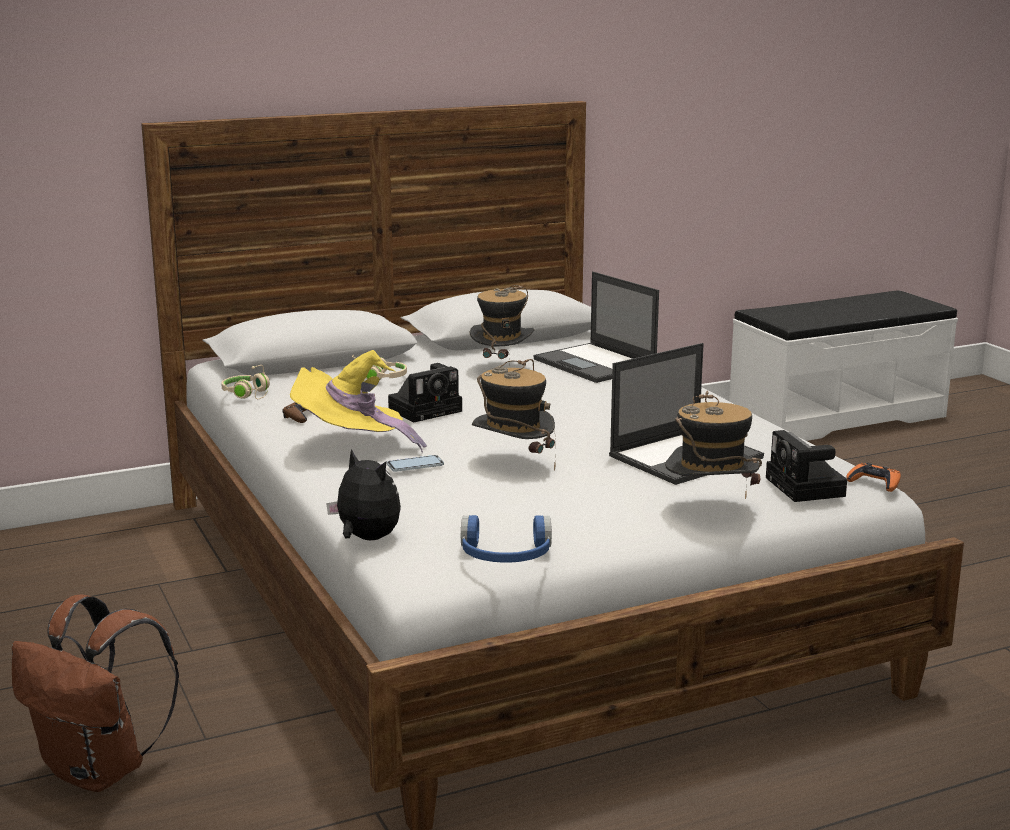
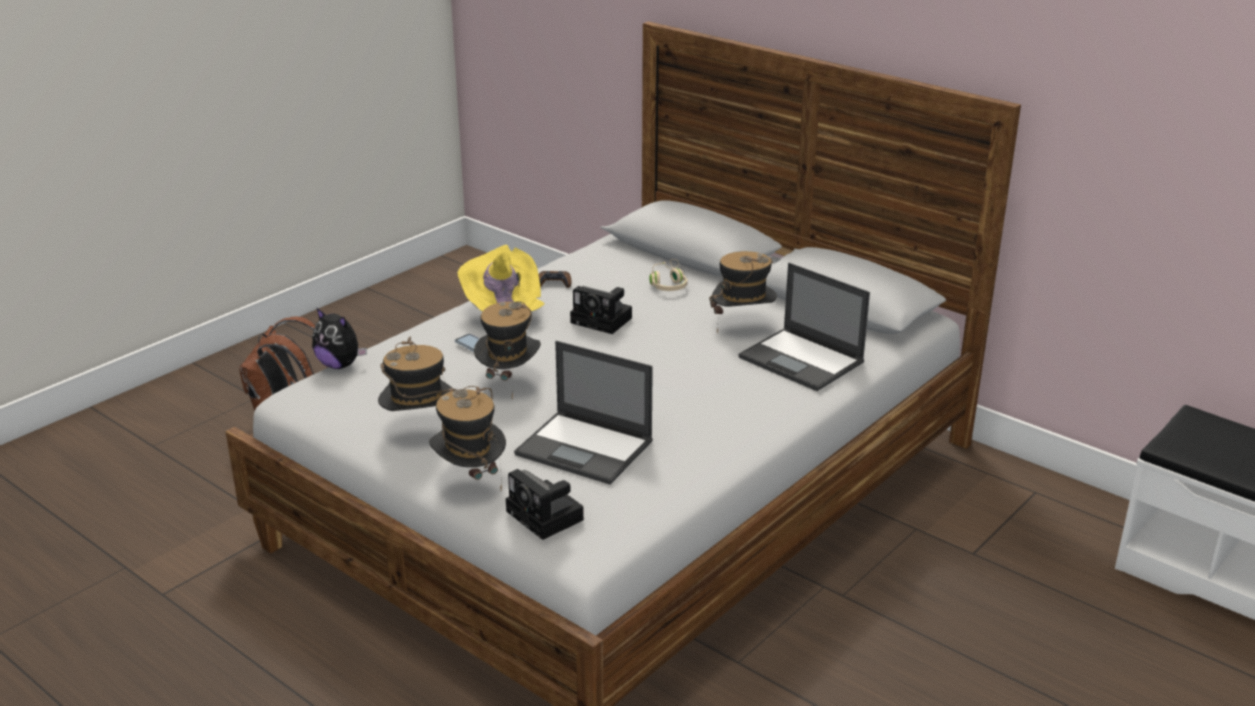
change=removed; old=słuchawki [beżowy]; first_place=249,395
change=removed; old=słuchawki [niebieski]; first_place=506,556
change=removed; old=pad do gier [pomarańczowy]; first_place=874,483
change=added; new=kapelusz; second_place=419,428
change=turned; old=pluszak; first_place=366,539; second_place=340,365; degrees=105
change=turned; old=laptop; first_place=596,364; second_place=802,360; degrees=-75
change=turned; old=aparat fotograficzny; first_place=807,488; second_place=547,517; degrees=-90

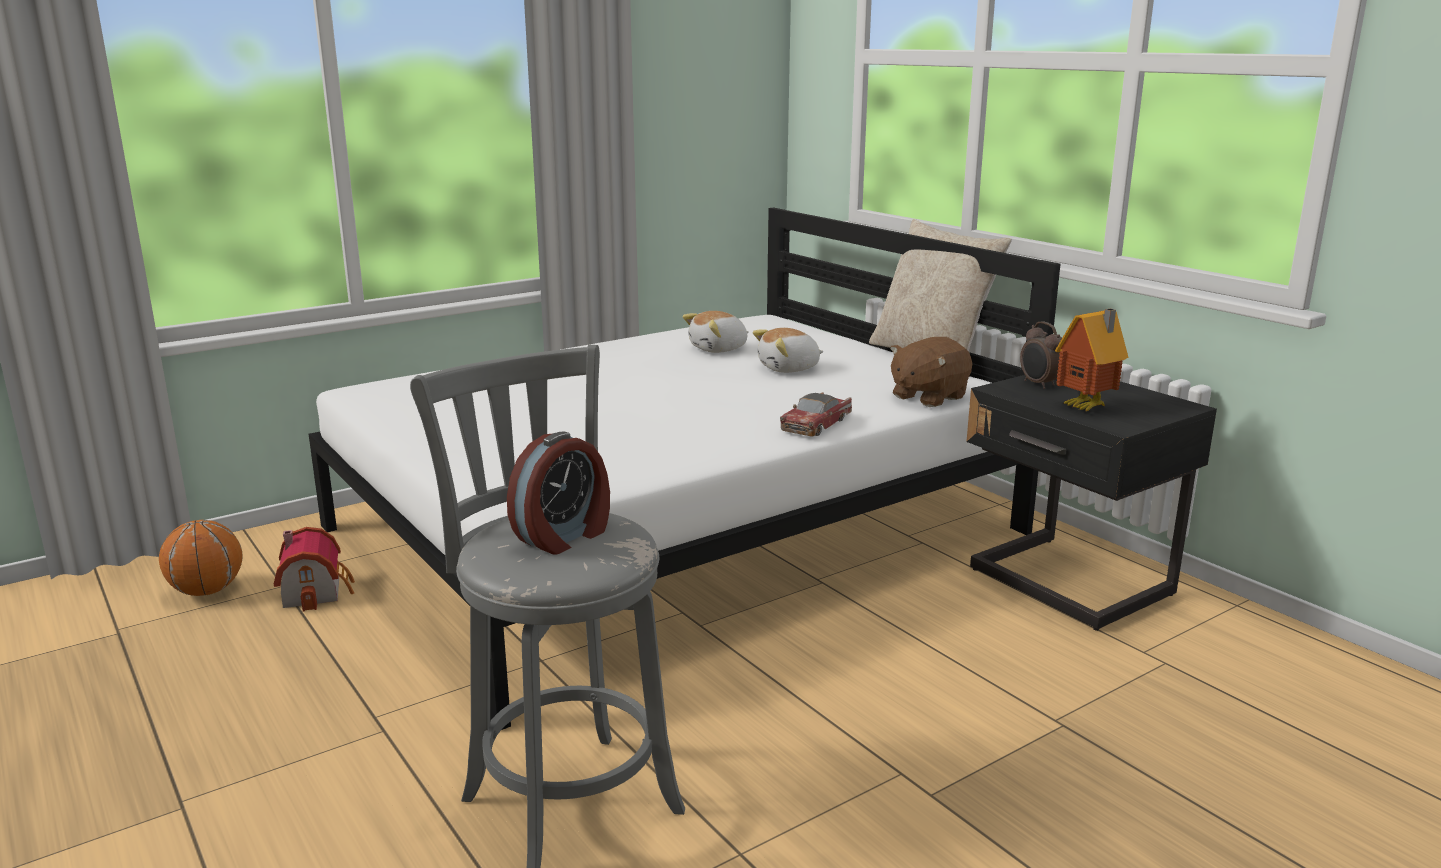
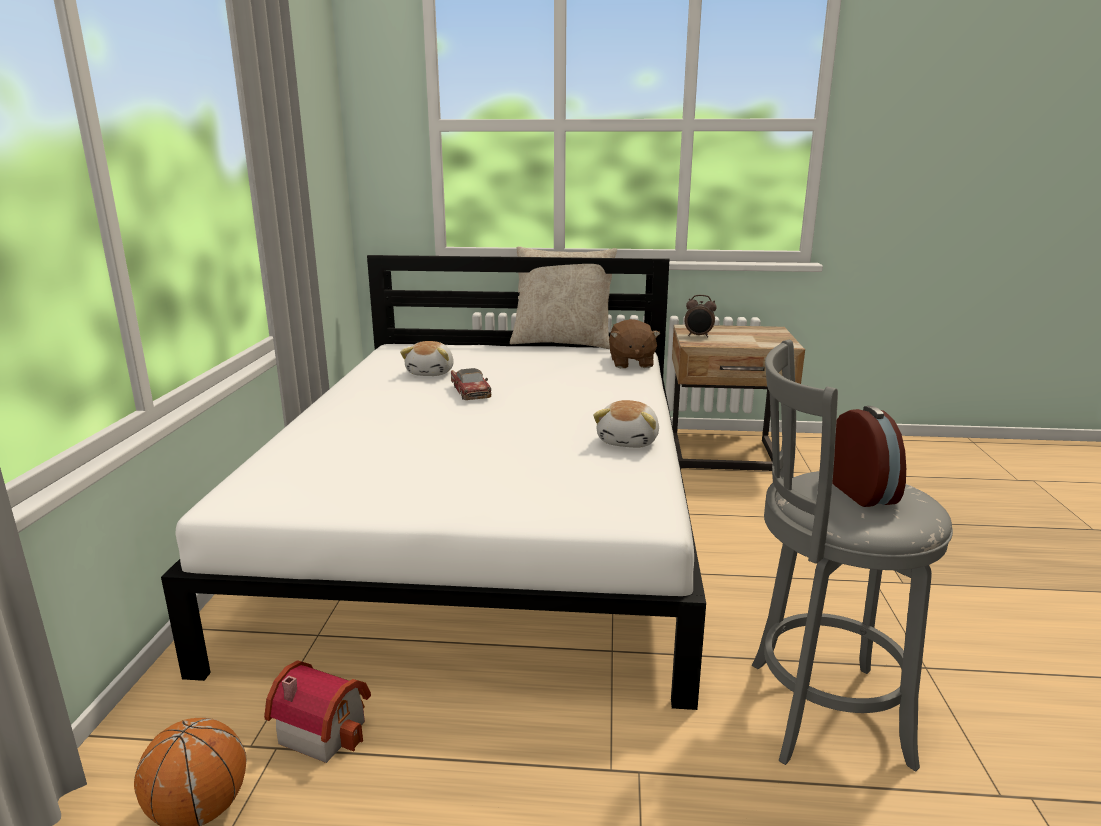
change=removed; old=domek; first_place=1087,408
change=moved; old=pluszak; first_place=789,368; second_place=629,441
change=moved; old=samochodzik; first_place=816,424; second_place=470,391
change=recoloured; old=szafka nocna [czarny]; new=szafka nocna [beżowy]; first_place=1067,584; second_place=725,457

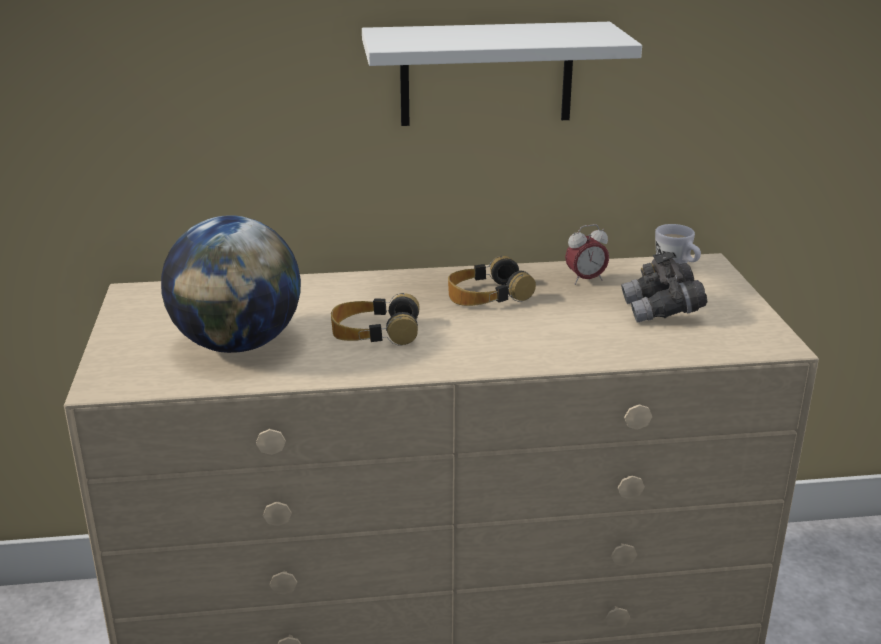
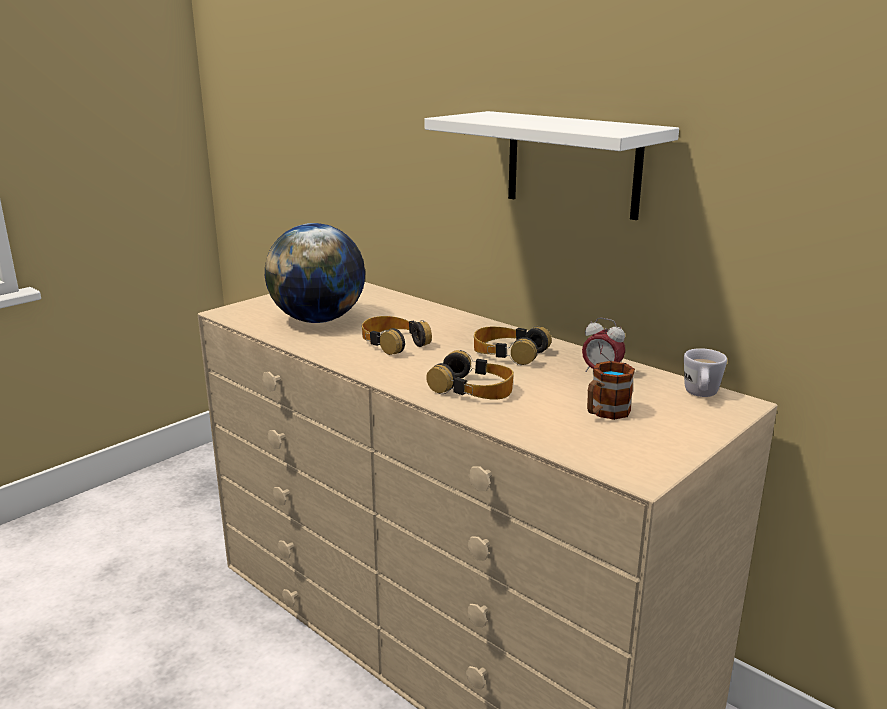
change=added; new=słuchawki; second_place=473,388
change=replaced; old=lornetka [szary]; new=kubek; first_place=662,311; second_place=605,413

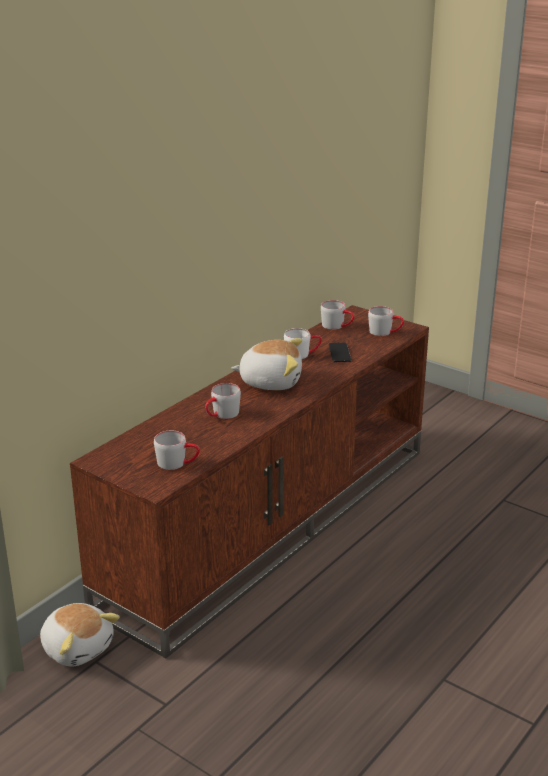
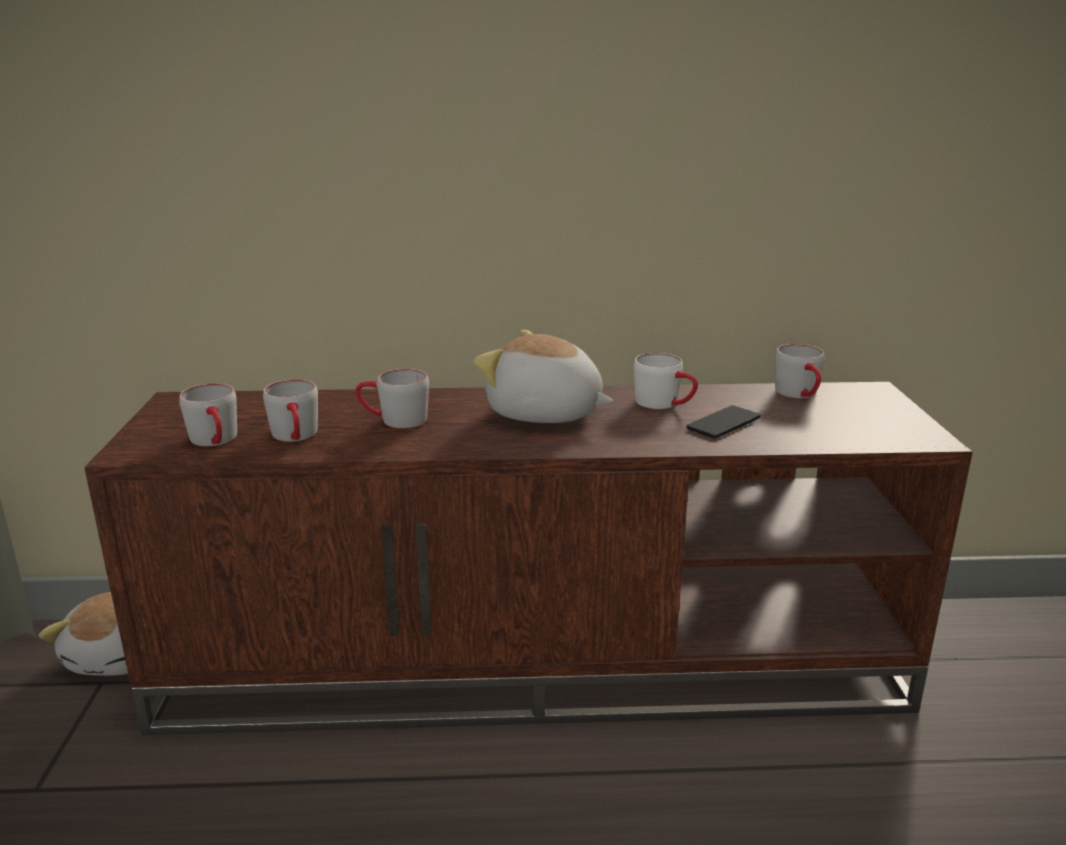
change=moved; old=kubek [szary]; first_place=385,332; second_place=296,437
change=turned; old=pluszak; first_place=270,381; second_place=544,414; degrees=150

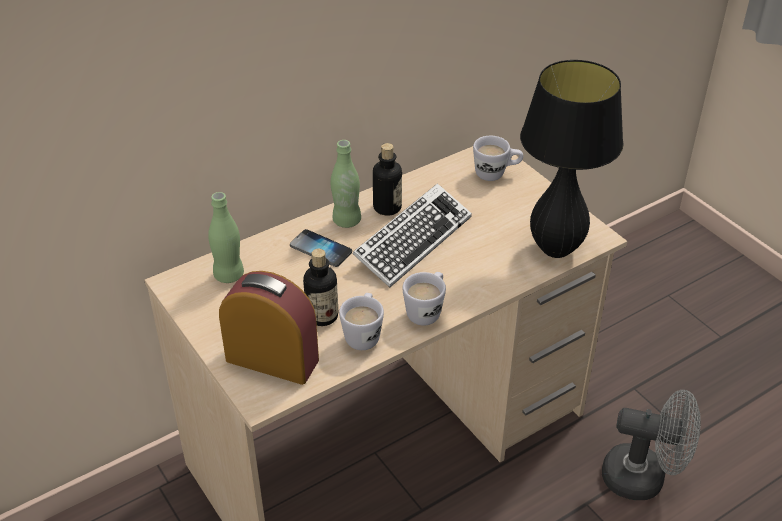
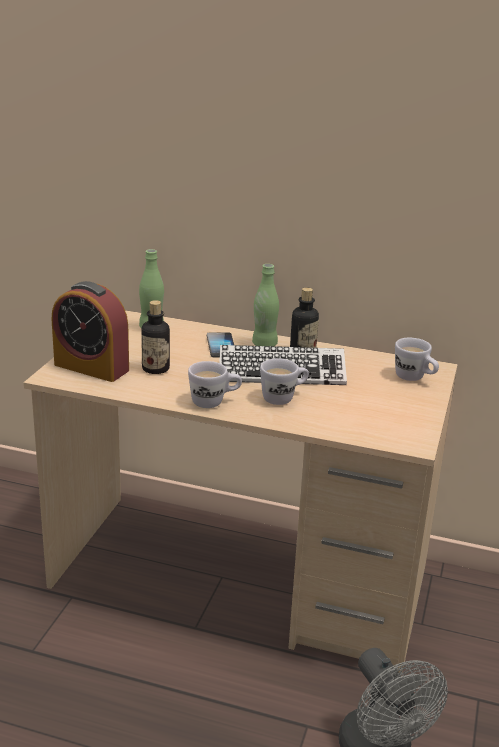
change=removed; old=lampa stołowa [czarny]; first_place=556,249
change=moved; old=kubek [biały]; first_place=363,334; second_place=283,398
change=turned; old=budzik; first_place=272,360; second_place=91,367; degrees=135

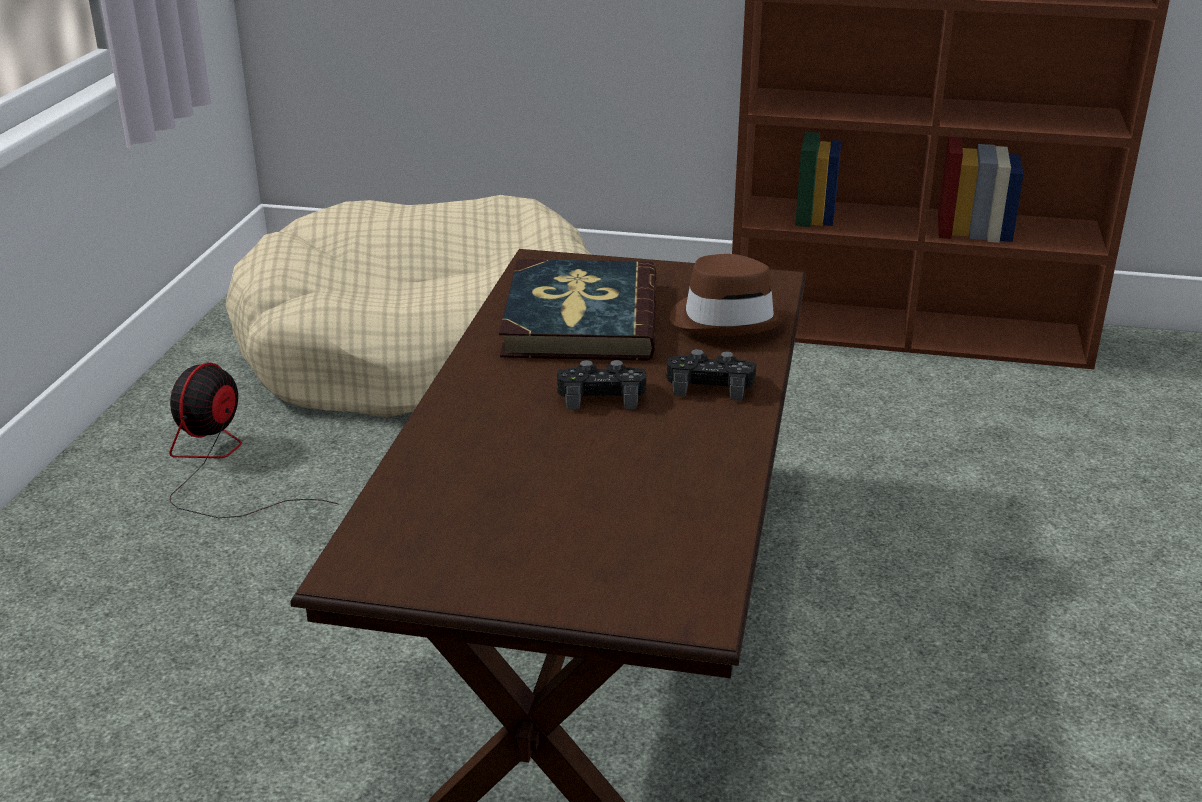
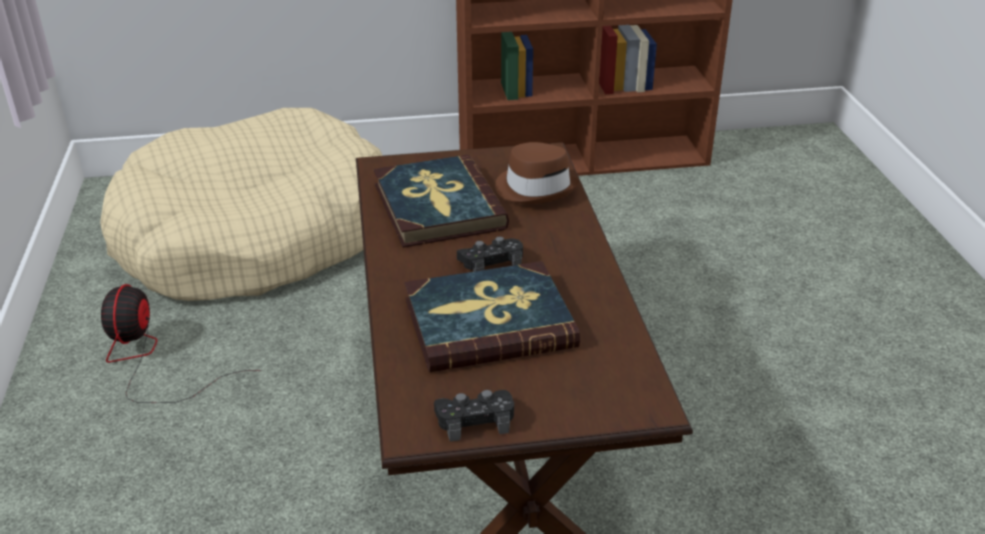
change=added; new=książka; second_place=488,322
change=moved; old=pad do gier [czarny]; first_place=710,385; second_place=475,420

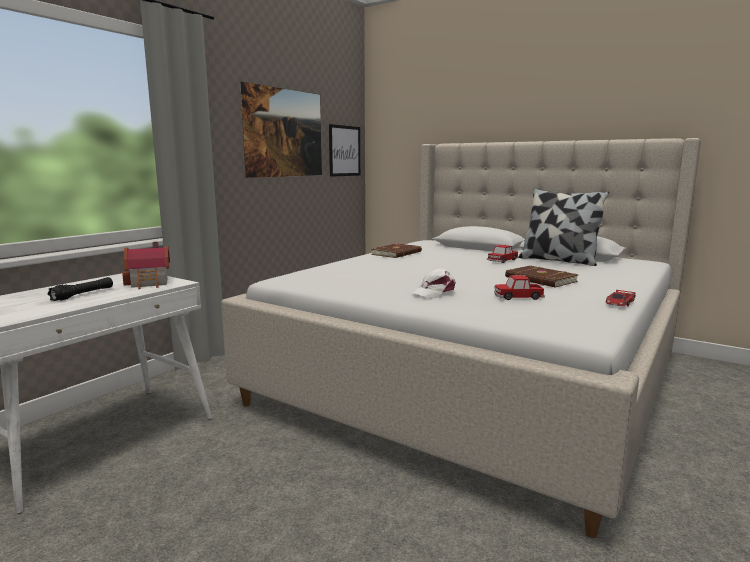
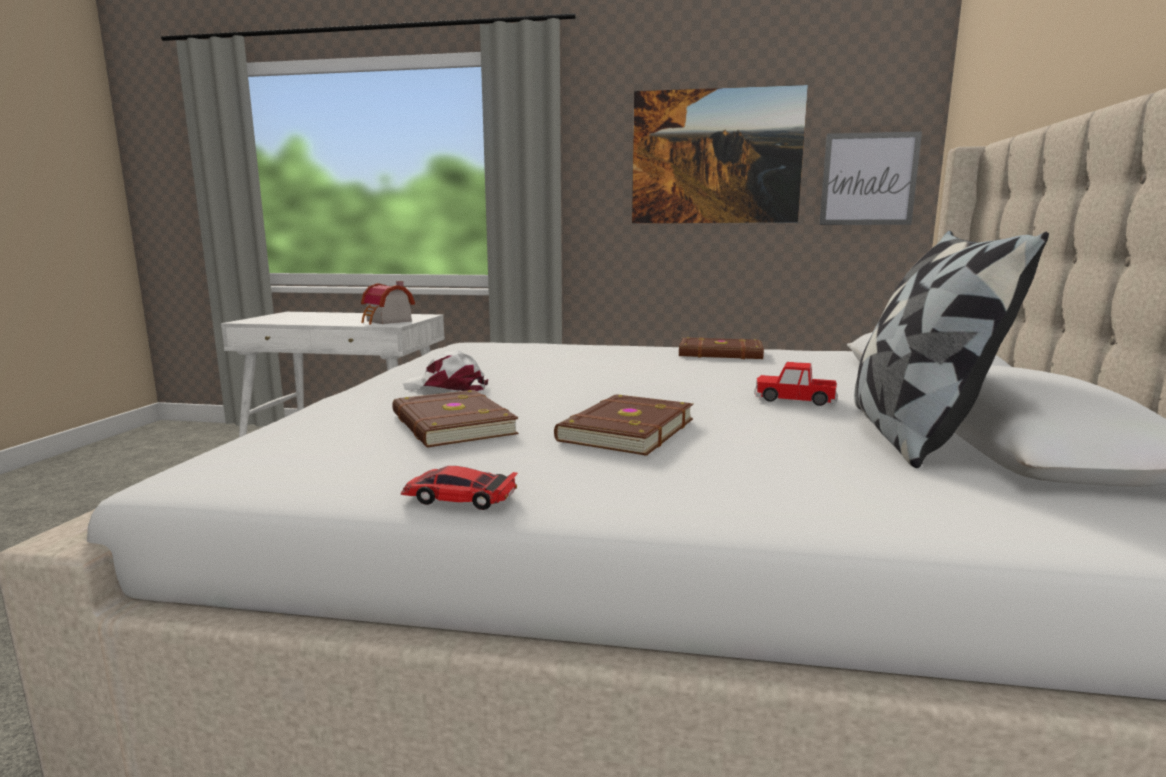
change=removed; old=latarka [czarny]; first_place=83,294
change=replaced; old=samochodzik; new=książka [brązowy]; first_place=518,297; second_place=450,425

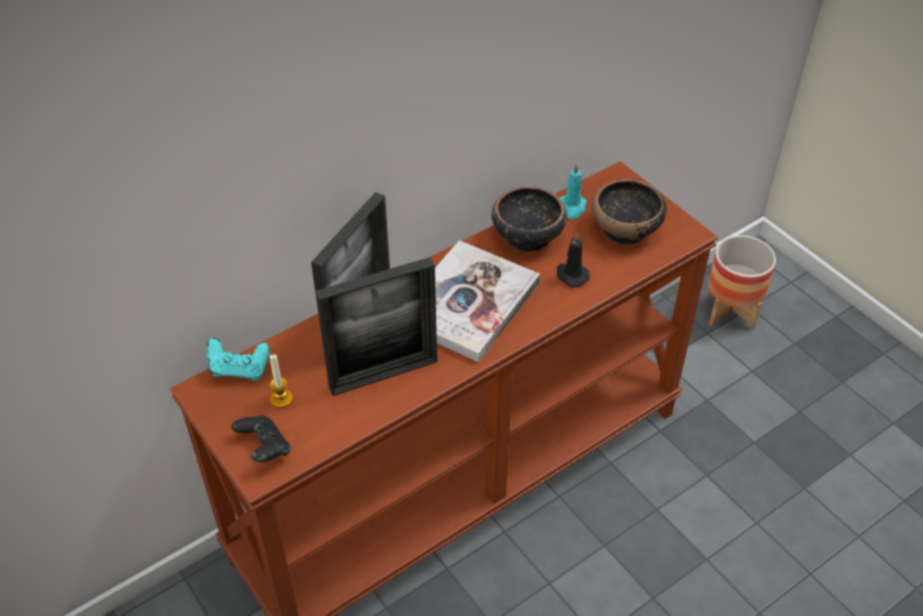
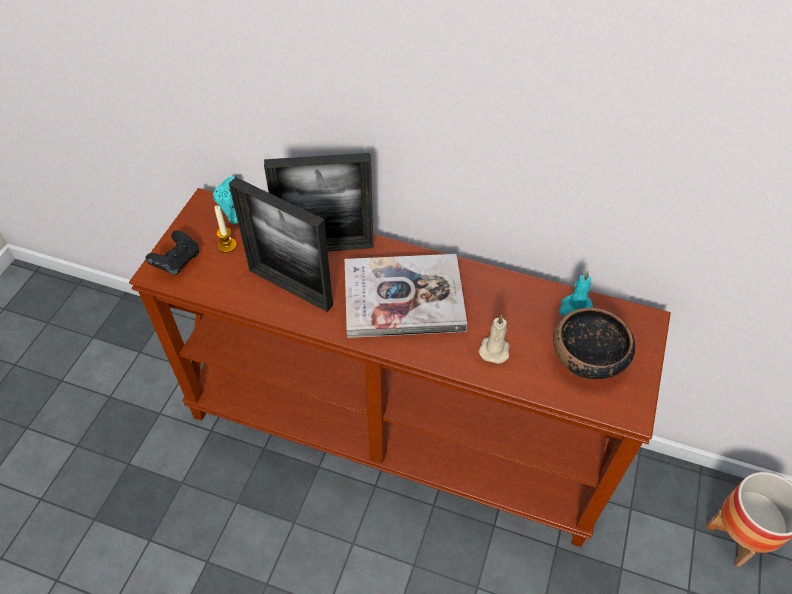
change=removed; old=miska; first_place=527,236
change=recoloured; old=świeca [czarny]; new=świeca [beżowy]; first_place=571,275; second_place=494,348

